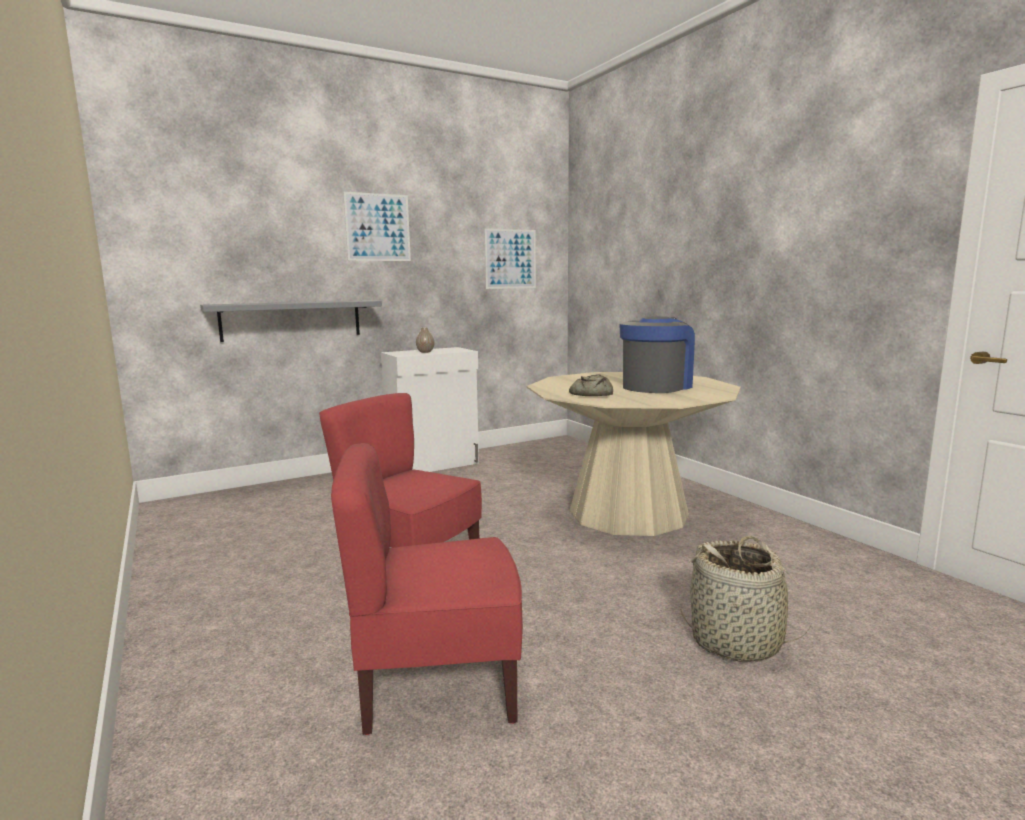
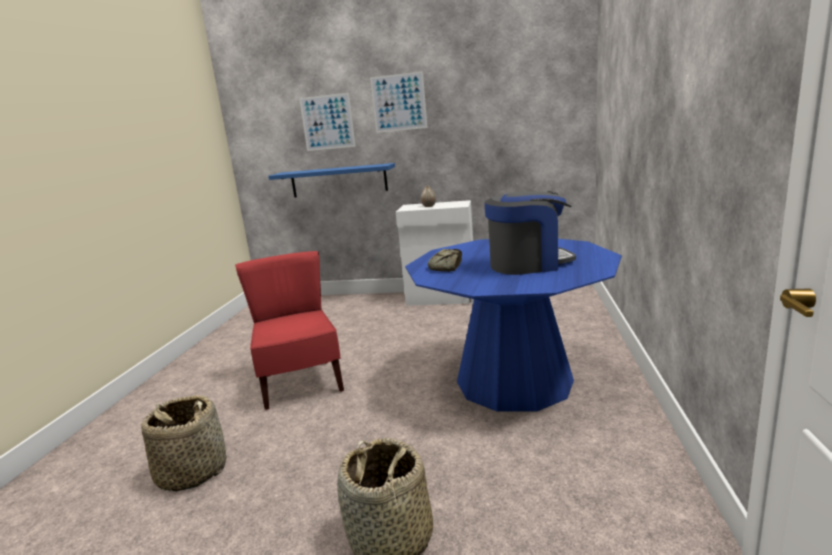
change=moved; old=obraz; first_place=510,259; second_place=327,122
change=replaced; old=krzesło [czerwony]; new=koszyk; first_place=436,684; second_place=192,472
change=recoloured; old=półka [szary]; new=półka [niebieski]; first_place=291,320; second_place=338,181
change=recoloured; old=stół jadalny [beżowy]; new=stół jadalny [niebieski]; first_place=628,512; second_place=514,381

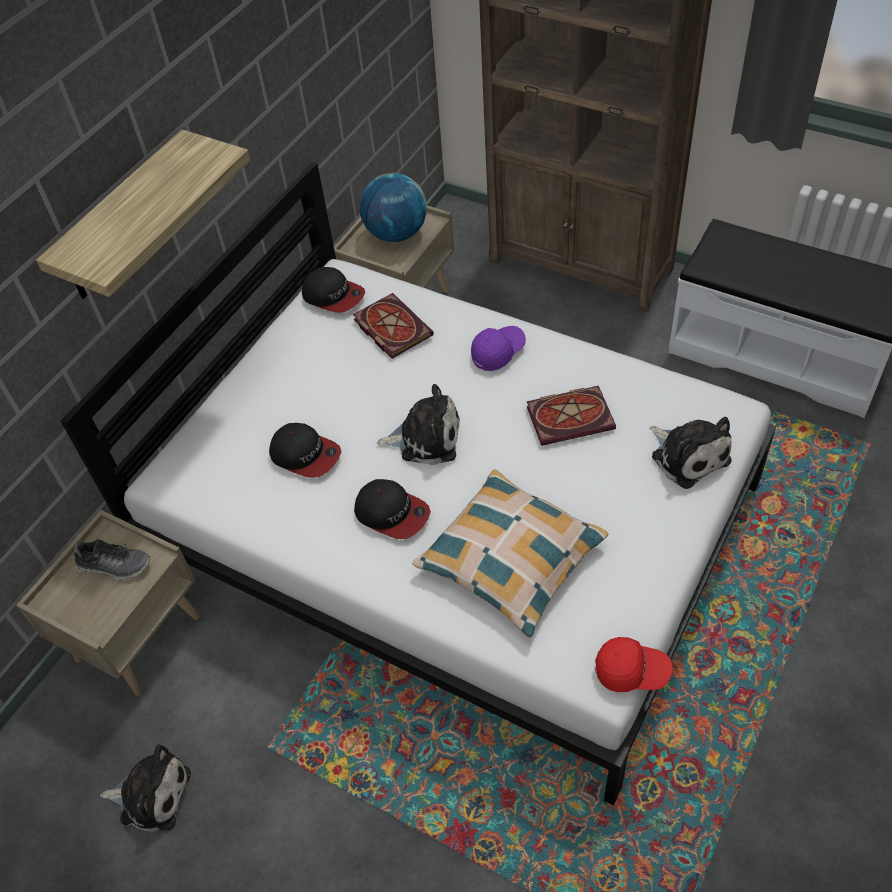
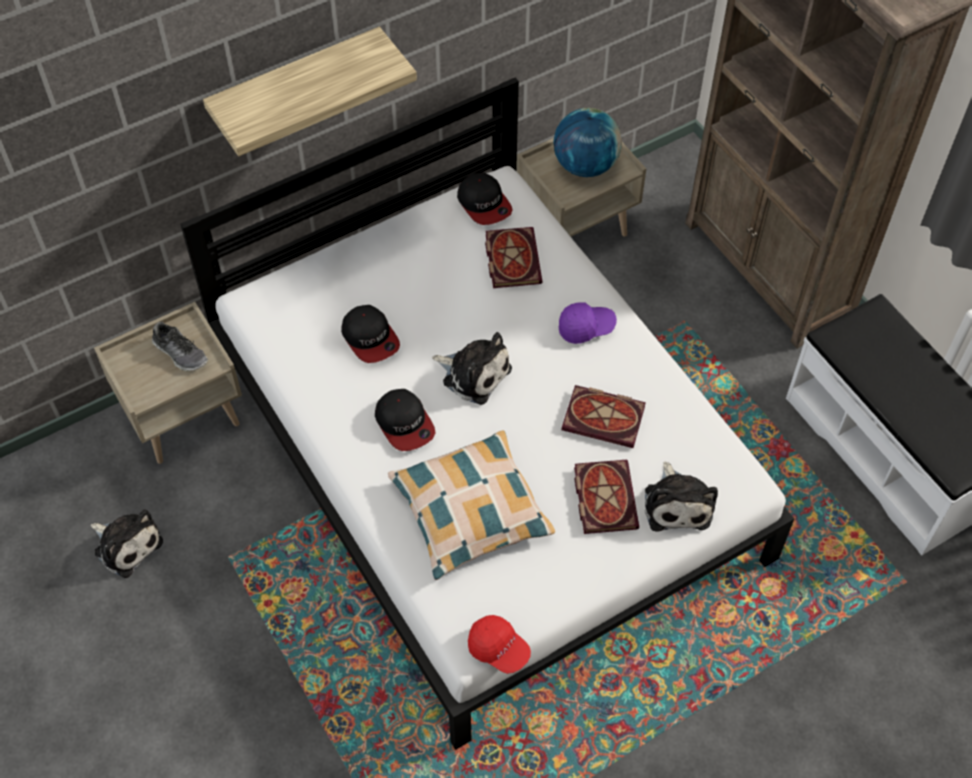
change=added; new=książka; second_place=603,496

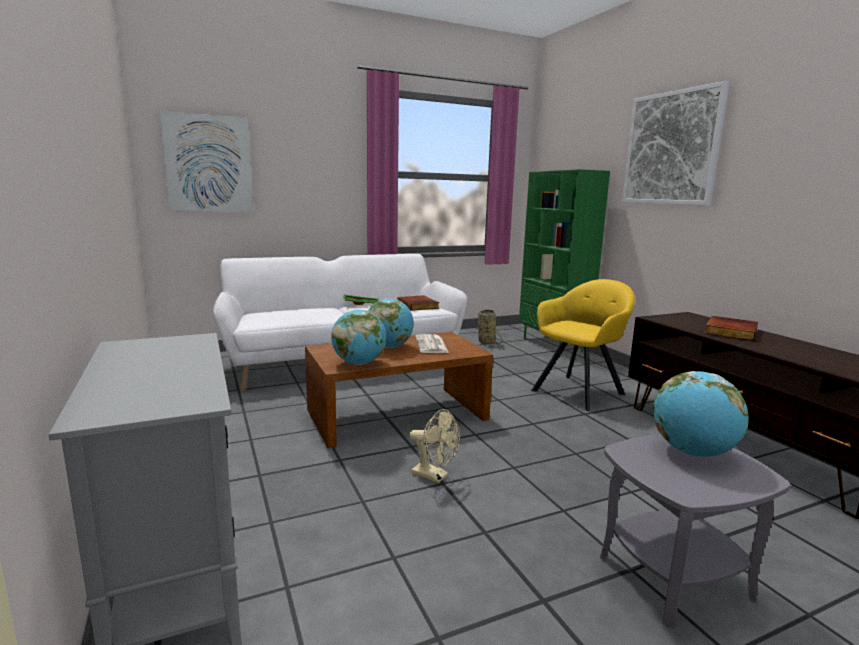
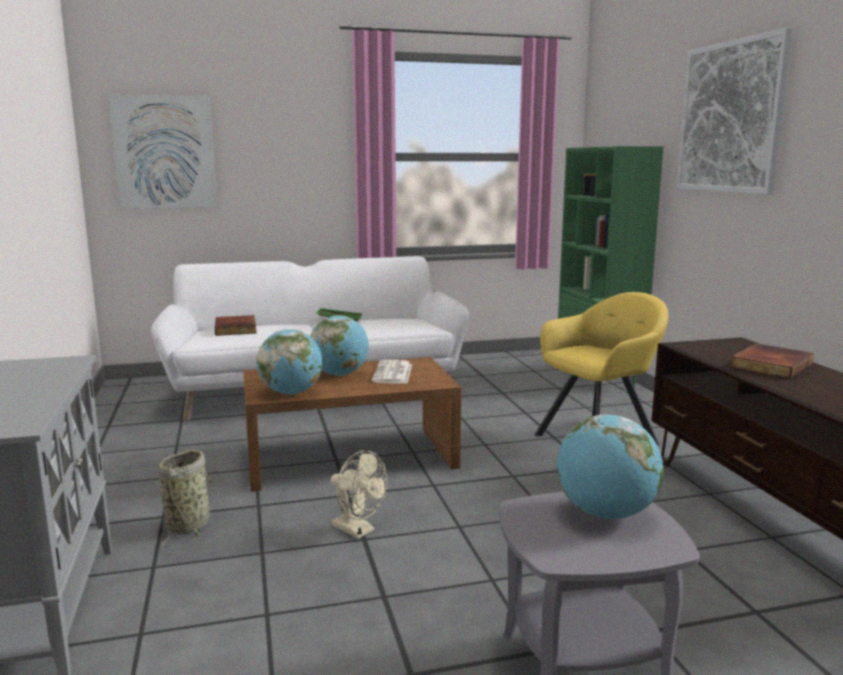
change=moved; old=książka; first_place=418,305; second_place=237,329
change=moved; old=koszyk; first_place=486,342; second_place=189,524

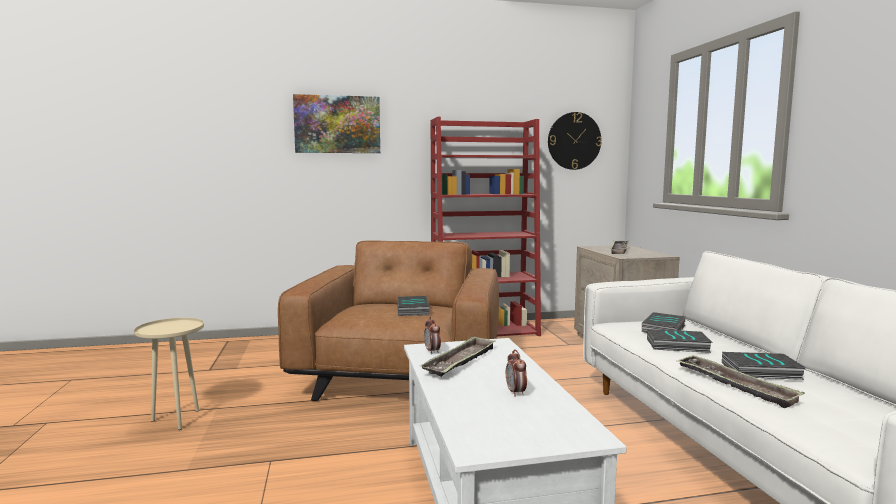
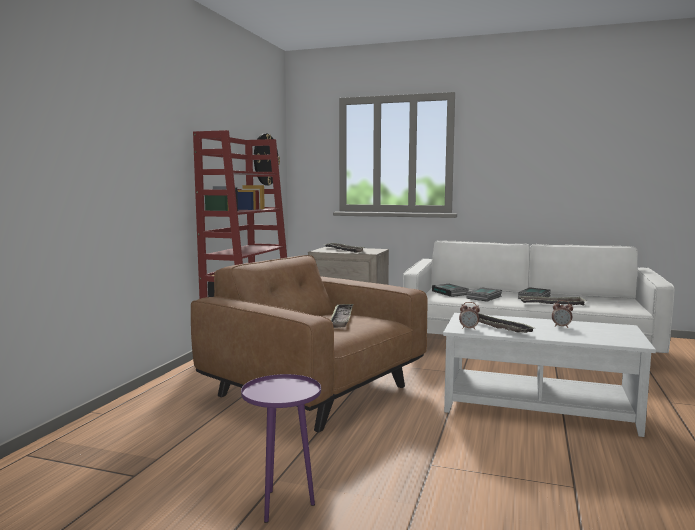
change=removed; old=obraz; first_place=337,124
change=replaced; old=książka; new=taca; first_place=411,309; second_place=341,318
change=recoloured; old=stolik [beżowy]; new=stolik [fioletowy]; first_place=177,420; second_place=283,505

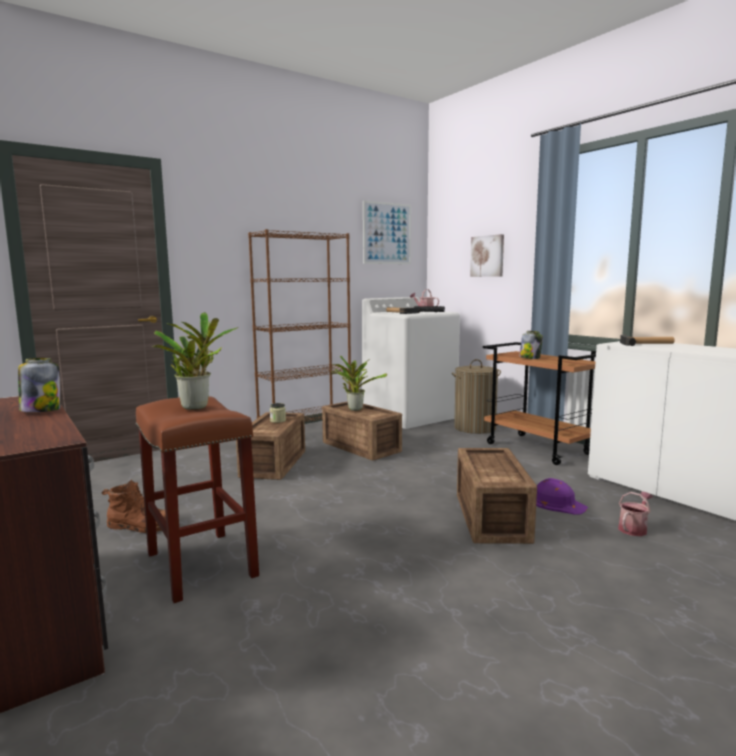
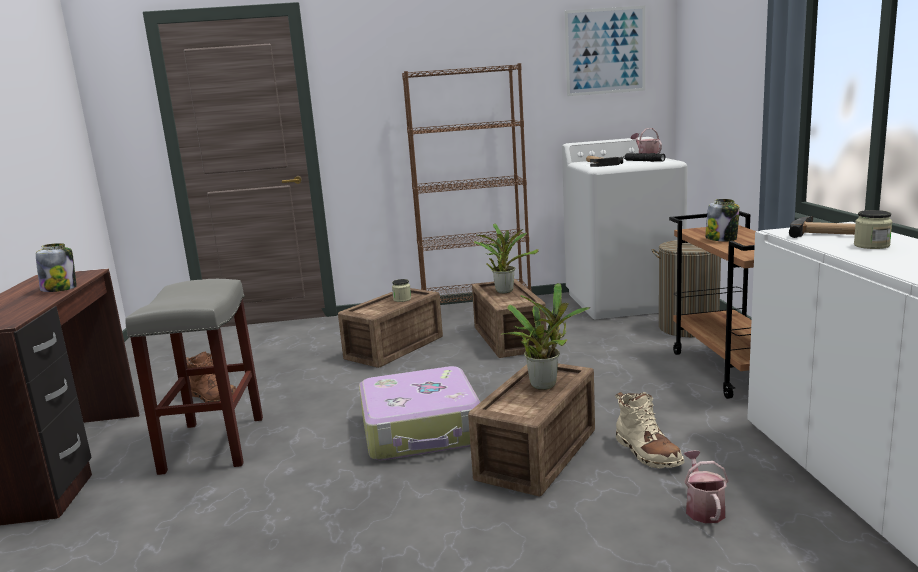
change=removed; old=obraz; first_place=487,256
change=added; new=walizka; second_place=422,430
change=added; new=słoik; second_place=871,245
change=moved; old=roślina doniczkowa; first_place=197,406; second_place=546,384
change=replaced; old=kask [fioletowy]; new=but z cholewką [beżowy]; first_place=557,503; second_place=647,453
change=recoloured; old=stołek [brązowy]; new=stołek [szary]; first_place=202,565; second_place=214,445
change=turned; old=konewka; first_place=634,528; second_place=703,508; degrees=-75

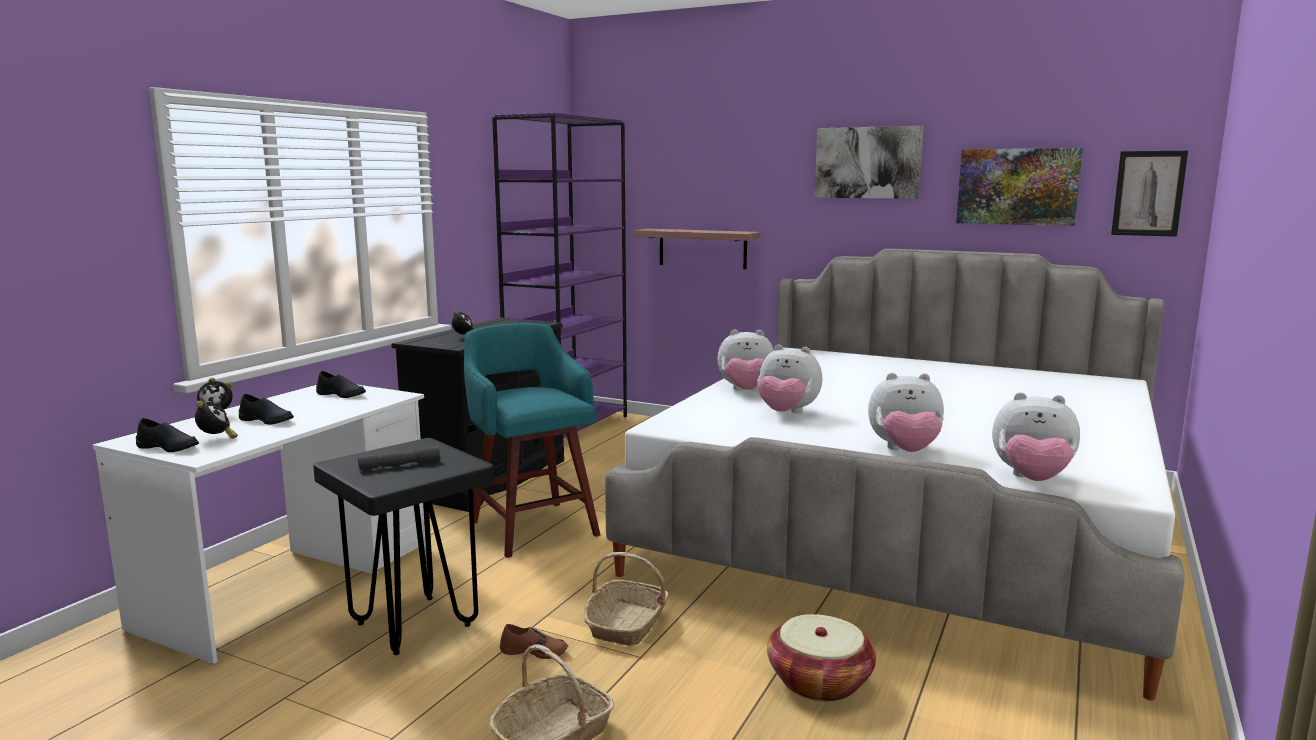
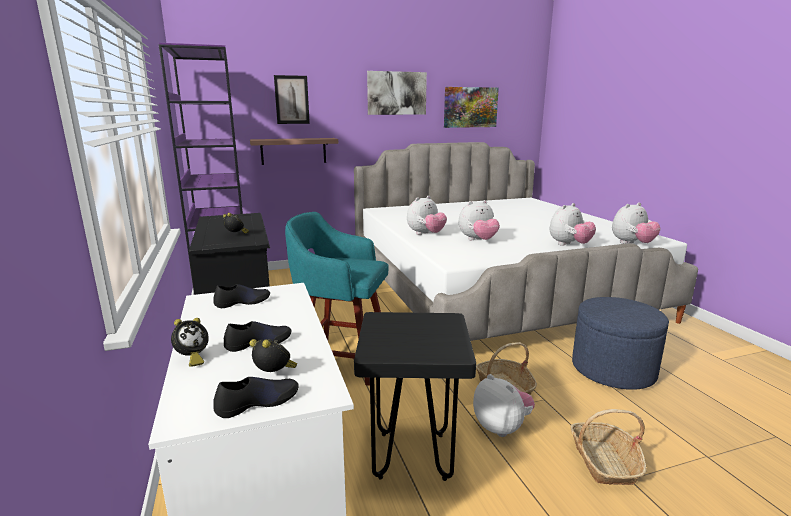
change=removed; old=latarka [szary]; first_place=400,466
change=moved; old=obraz; first_place=1148,193; second_place=292,100
change=replaced; old=but [brązowy]; new=pluszak; first_place=534,651; second_place=501,427
change=replaced; old=koszyk; new=pufa [niebieski]; first_place=819,681; second_place=613,369

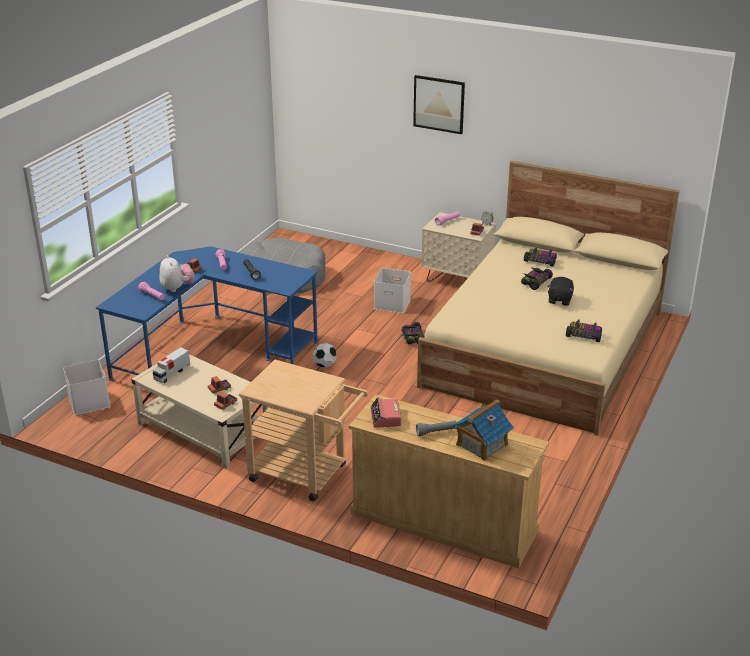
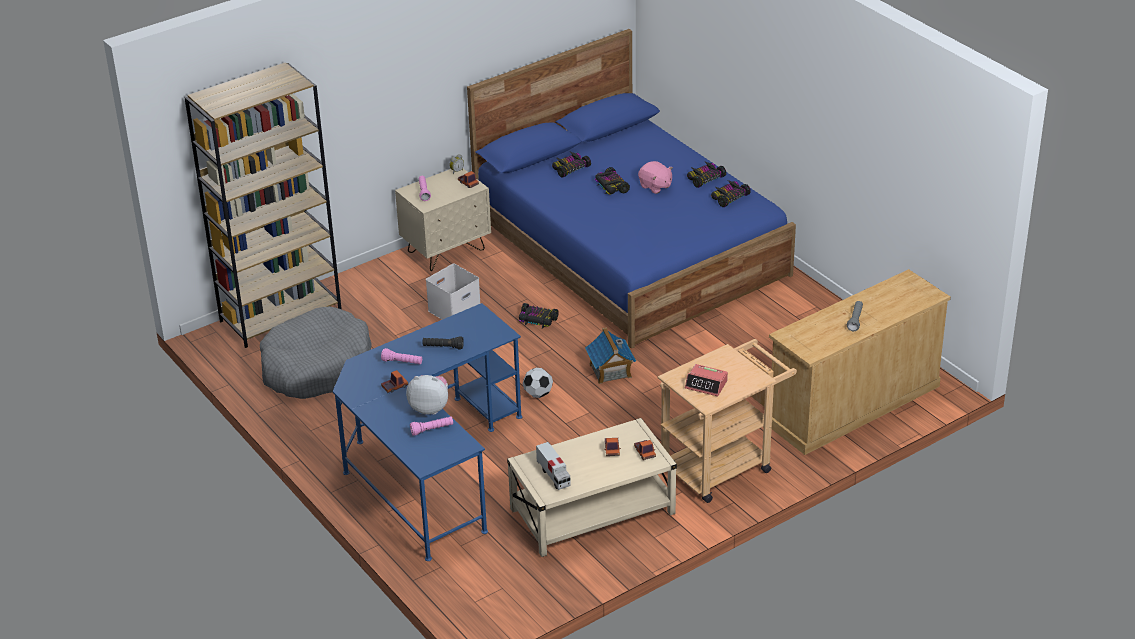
change=removed; old=pojemnik do przechowywania [biały]; first_place=88,401
change=removed; old=obraz; first_place=439,104
change=added; new=regał [brązowy]; second_place=281,314
change=added; new=samochodzik; second_place=705,178
change=moved; old=budzik; first_place=385,417; second_place=706,385
change=moved; old=domek; first_place=481,445; second_place=610,371
change=recoloured; old=łóżko [beżowy]; new=łóżko [niebieski]; first_place=546,348; second_place=630,248
change=recoloured; old=pluszak [czarny]; new=pluszak [różowy]; first_place=559,300; second_place=655,186

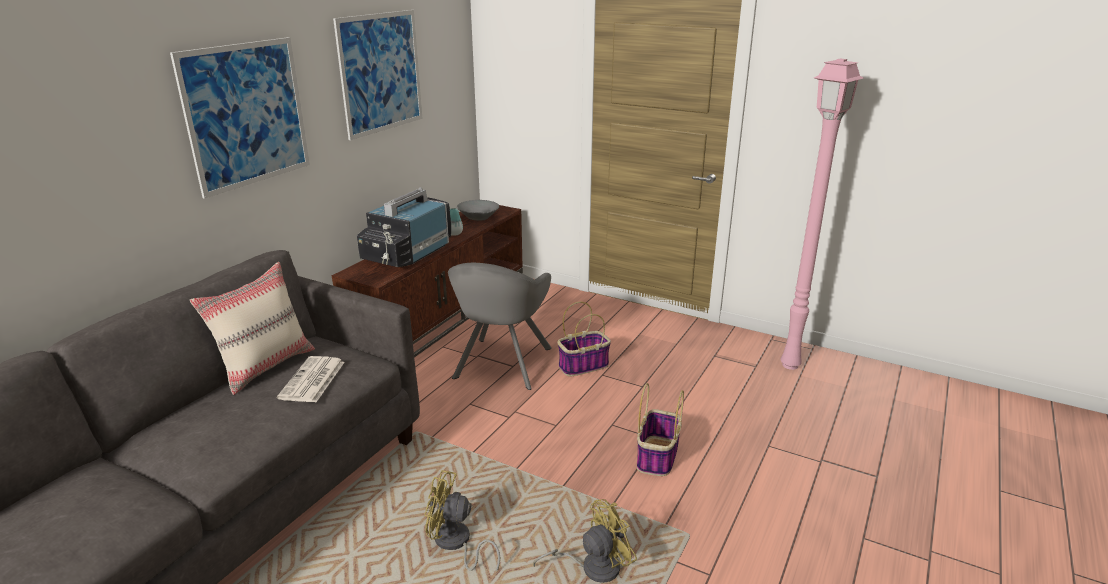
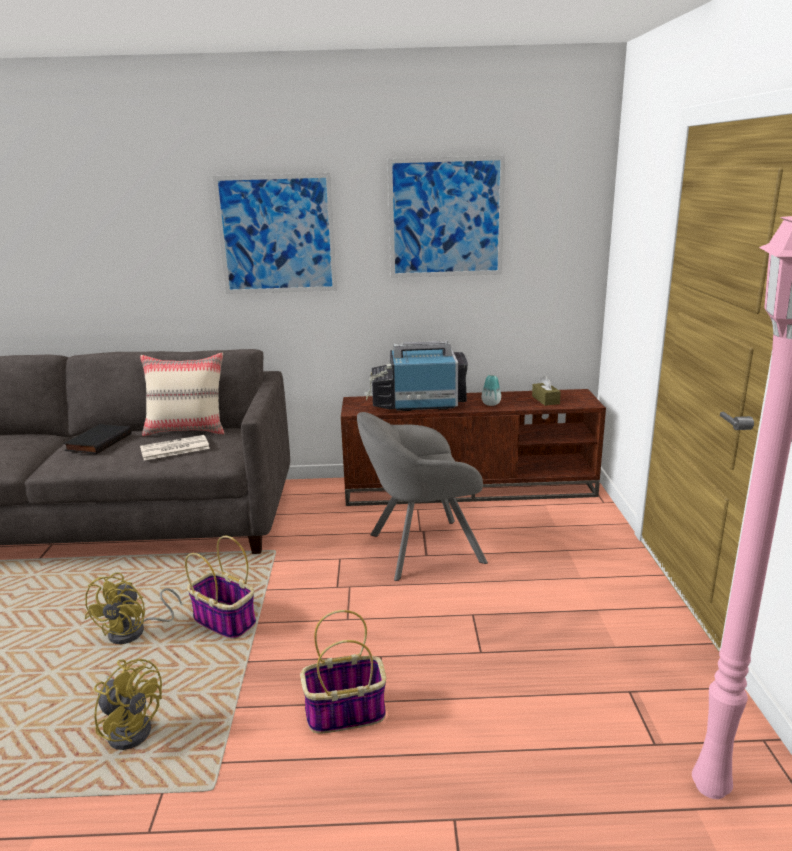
change=added; new=książka [czarny]; second_place=98,442
change=moved; old=koszyk; first_place=583,365; second_place=226,622
change=replaced; old=miska [szary]; new=pudełko chusteczek [brązowy]; first_place=478,217; second_place=545,400
change=turned; old=wentylator [żółty]; first_place=456,544; second_place=135,632; degrees=-150

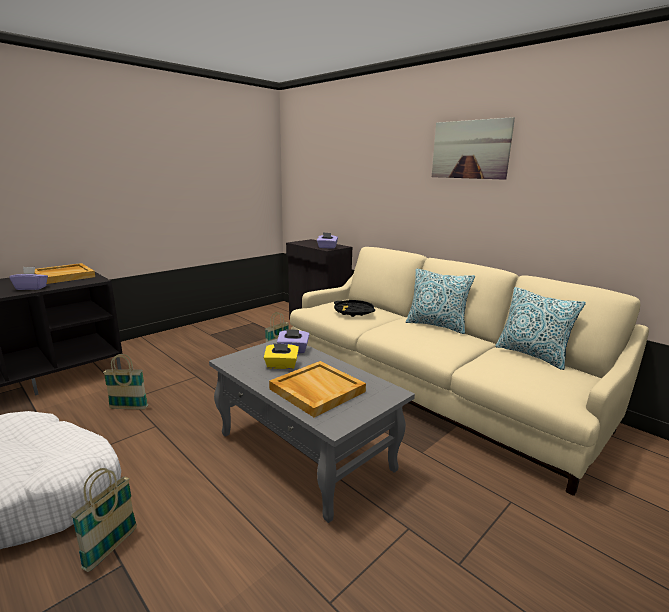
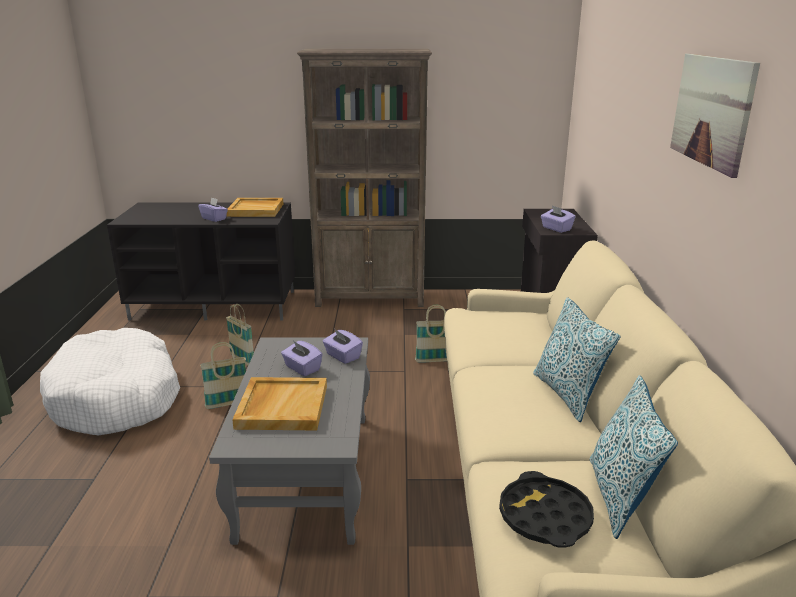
change=added; new=regał [brązowy]; second_place=371,298
change=moved; old=koszyk; first_place=111,548; second_place=227,404
change=moved; old=taca [czarny]; first_place=354,311; second_place=544,517
change=recoloured; old=pudełko chusteczek [żółty]; new=pudełko chusteczek [fioletowy]; first_place=281,366; second_place=302,368

